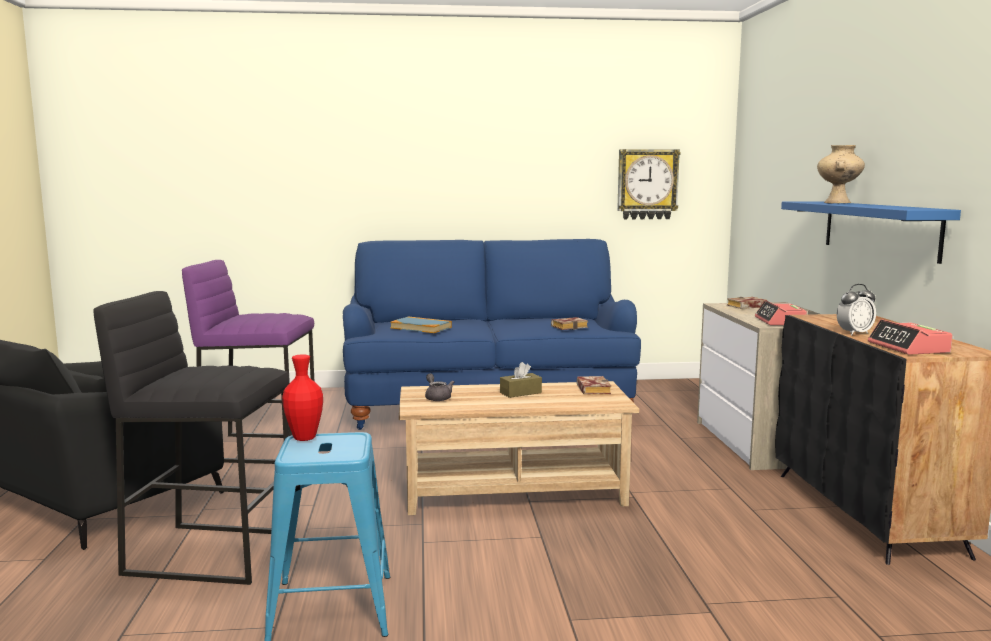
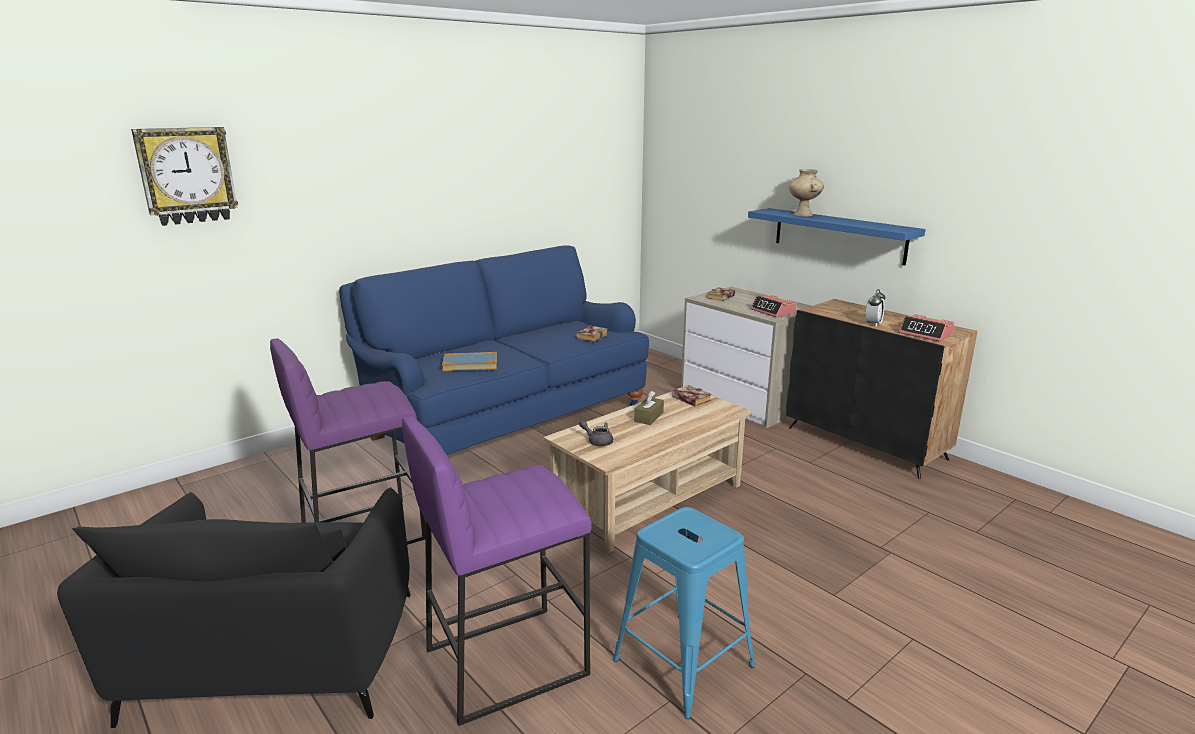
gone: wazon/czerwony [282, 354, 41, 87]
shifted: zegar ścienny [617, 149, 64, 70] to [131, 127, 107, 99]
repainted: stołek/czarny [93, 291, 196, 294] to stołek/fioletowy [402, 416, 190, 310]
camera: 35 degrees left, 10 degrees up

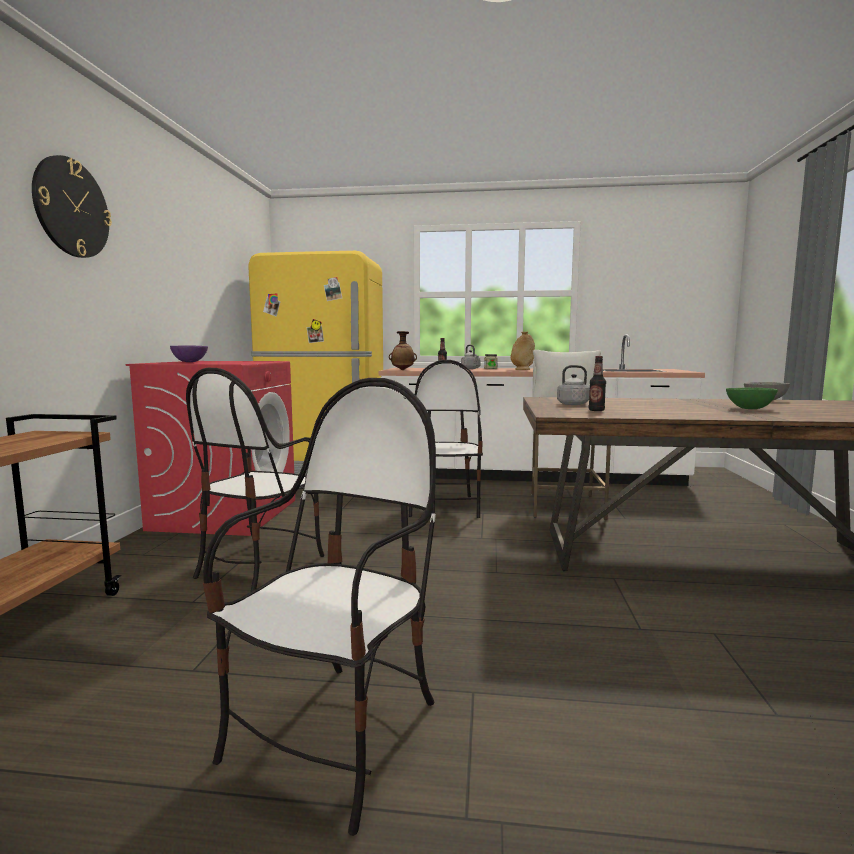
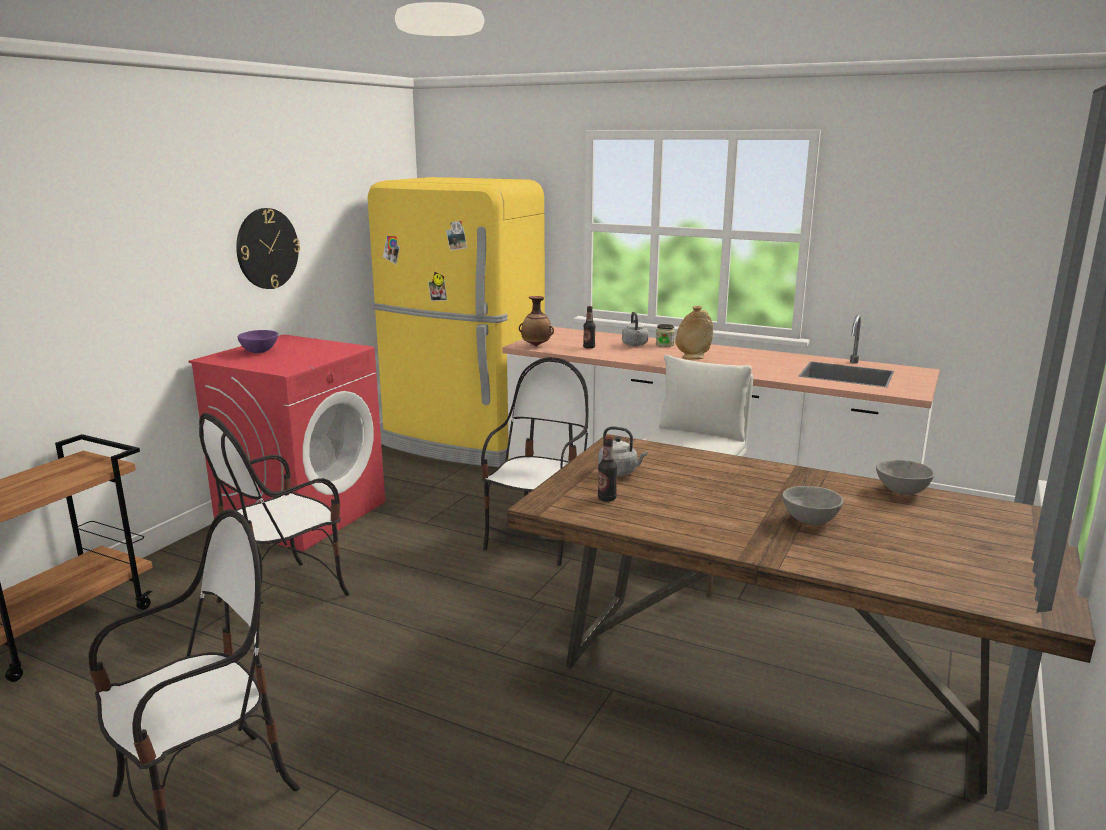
shifted: zegar ścienny [32, 155, 80, 103] to [236, 208, 64, 81]
repainted: miska/zielony [726, 387, 52, 22] to miska/szary [782, 486, 61, 39]
camera: 20 degrees right, 10 degrees up

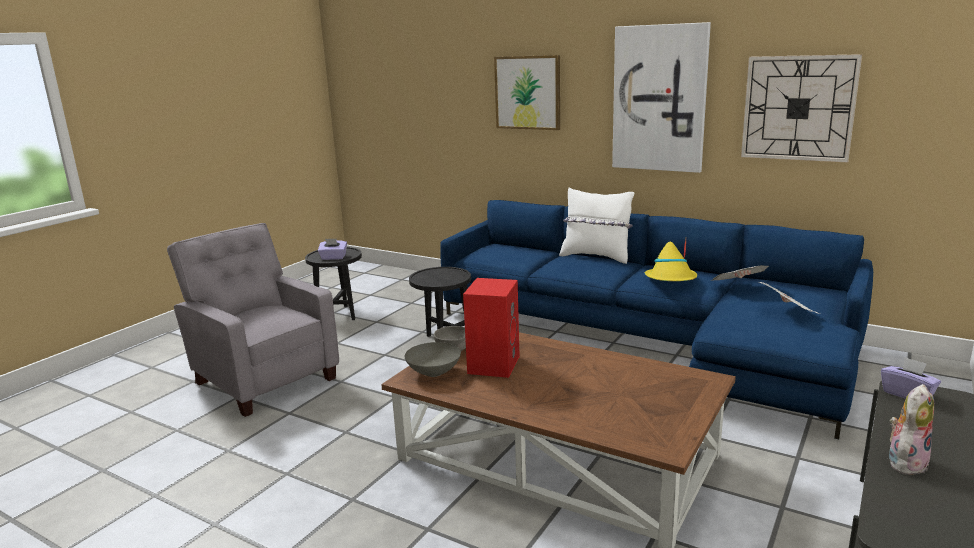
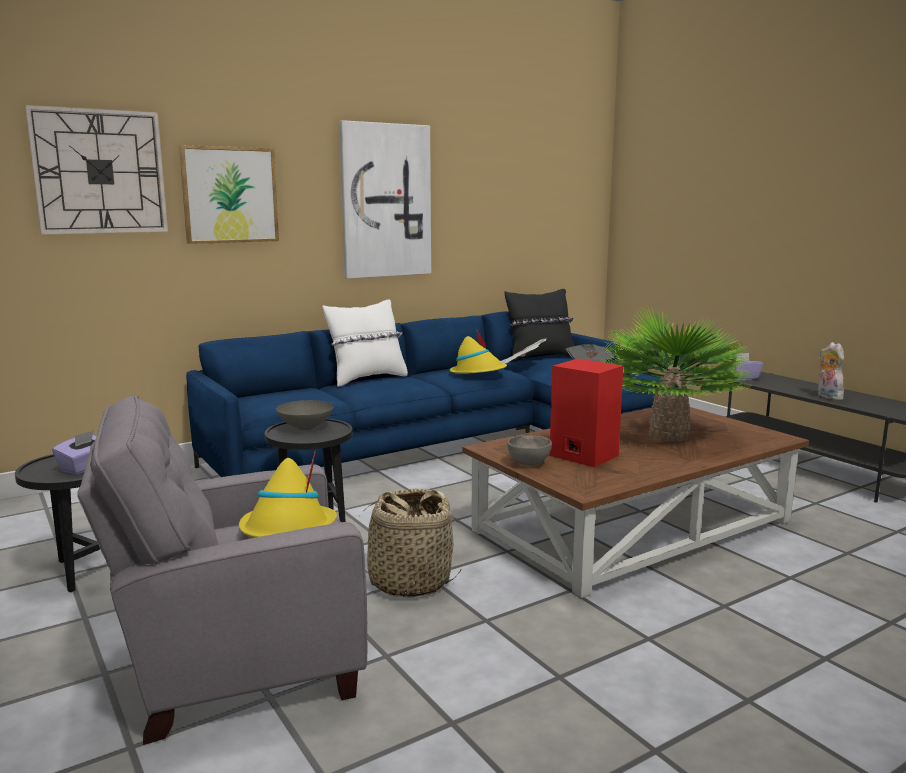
new: kapelusz/żółty [239, 451, 98, 86]; koszyk [358, 488, 105, 110]; poduszka/czarny [504, 289, 70, 73]; roślina doniczkowa [601, 306, 153, 135]
shifted: miska/szary [405, 342, 56, 35] to [276, 400, 57, 30]; zegar ścienny [741, 54, 121, 108] to [25, 105, 143, 130]
camera: 65 degrees left, 5 degrees down

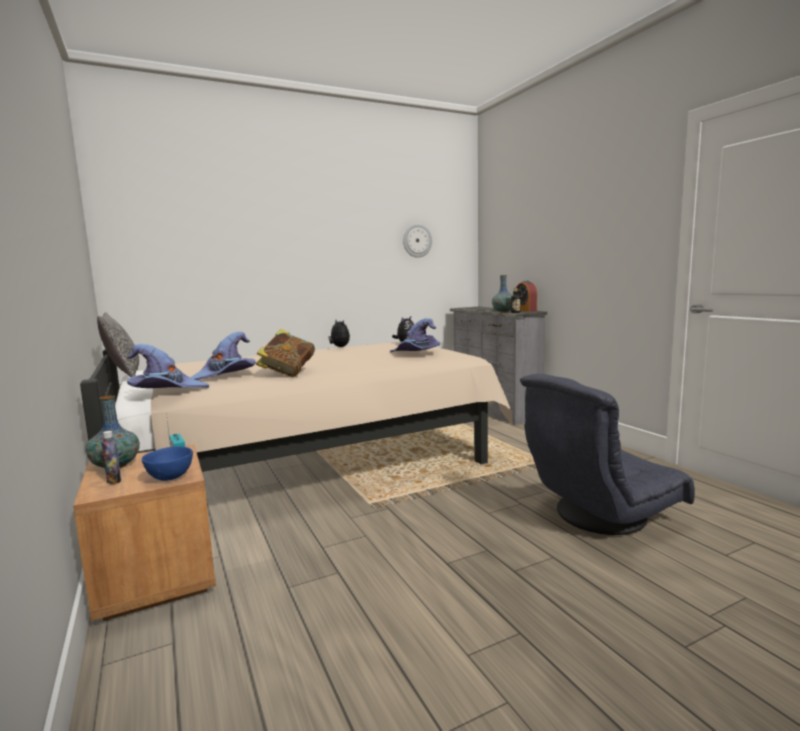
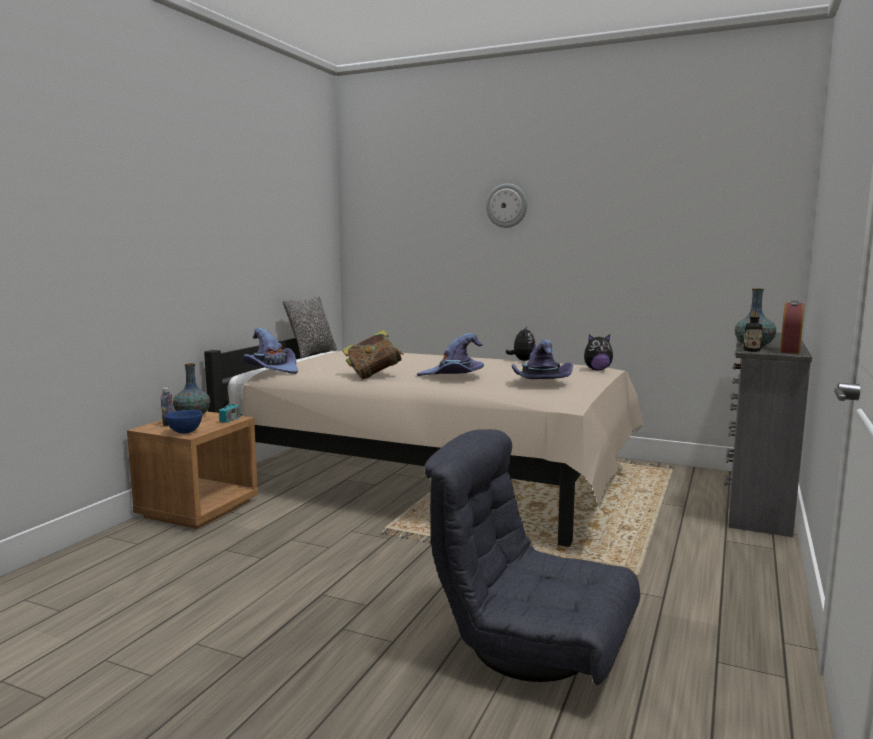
shifted: kapelusz/fioletowy [190, 332, 66, 48] to [417, 333, 67, 43]; zegar ścienny [403, 224, 29, 34] to [486, 183, 41, 45]
camera: 50 degrees right, 0 degrees up

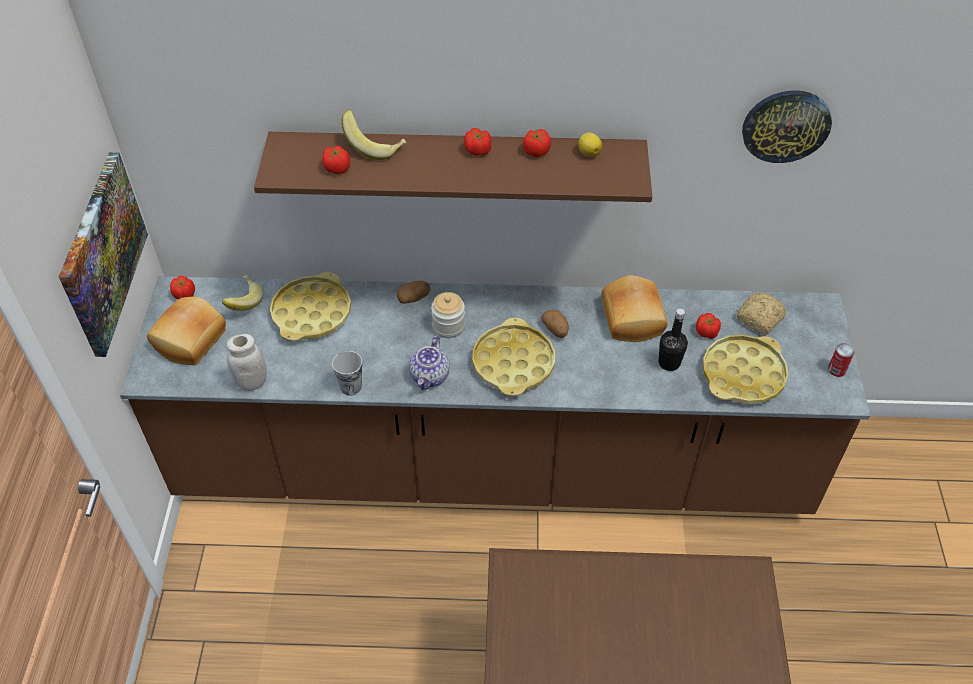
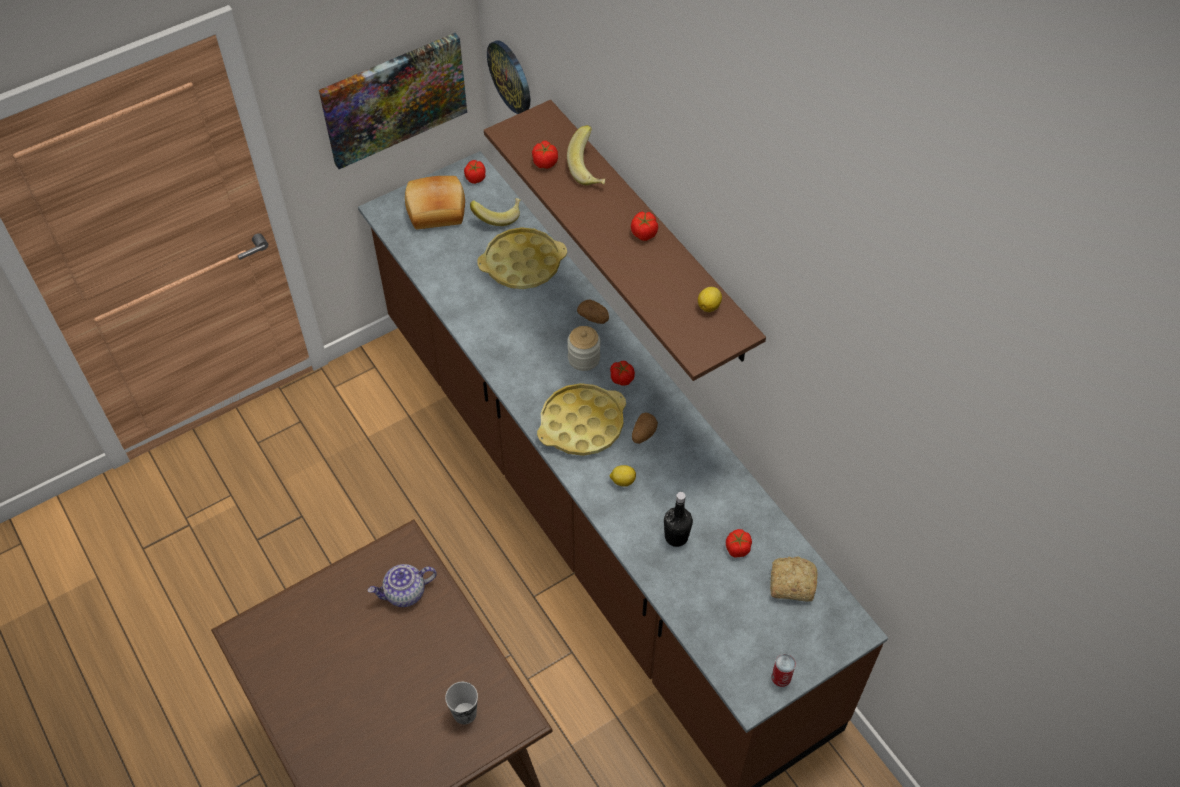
gone: słoik/biały [227, 334, 40, 57]; chleb [601, 275, 66, 67]; taca/żółty [703, 335, 85, 69]
new: cytryna [609, 465, 27, 22]
shifted: filiżanka [332, 351, 30, 45] to [445, 682, 33, 42]; imbryk [409, 336, 41, 54] to [368, 564, 69, 43]; pomidor [523, 129, 28, 28] to [610, 361, 25, 25]; zegar ścienny [742, 90, 90, 73] to [487, 40, 43, 74]
camera: 55 degrees right, 5 degrees up

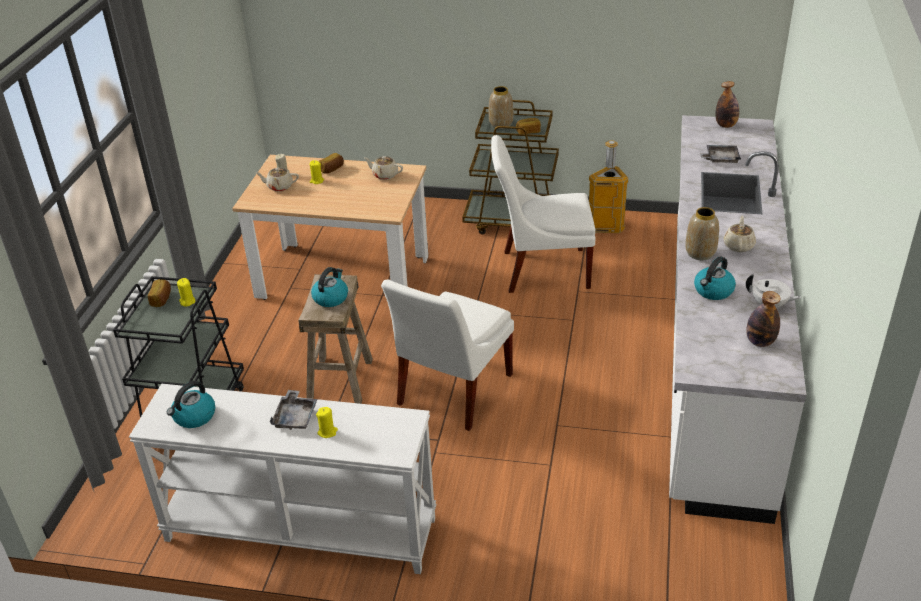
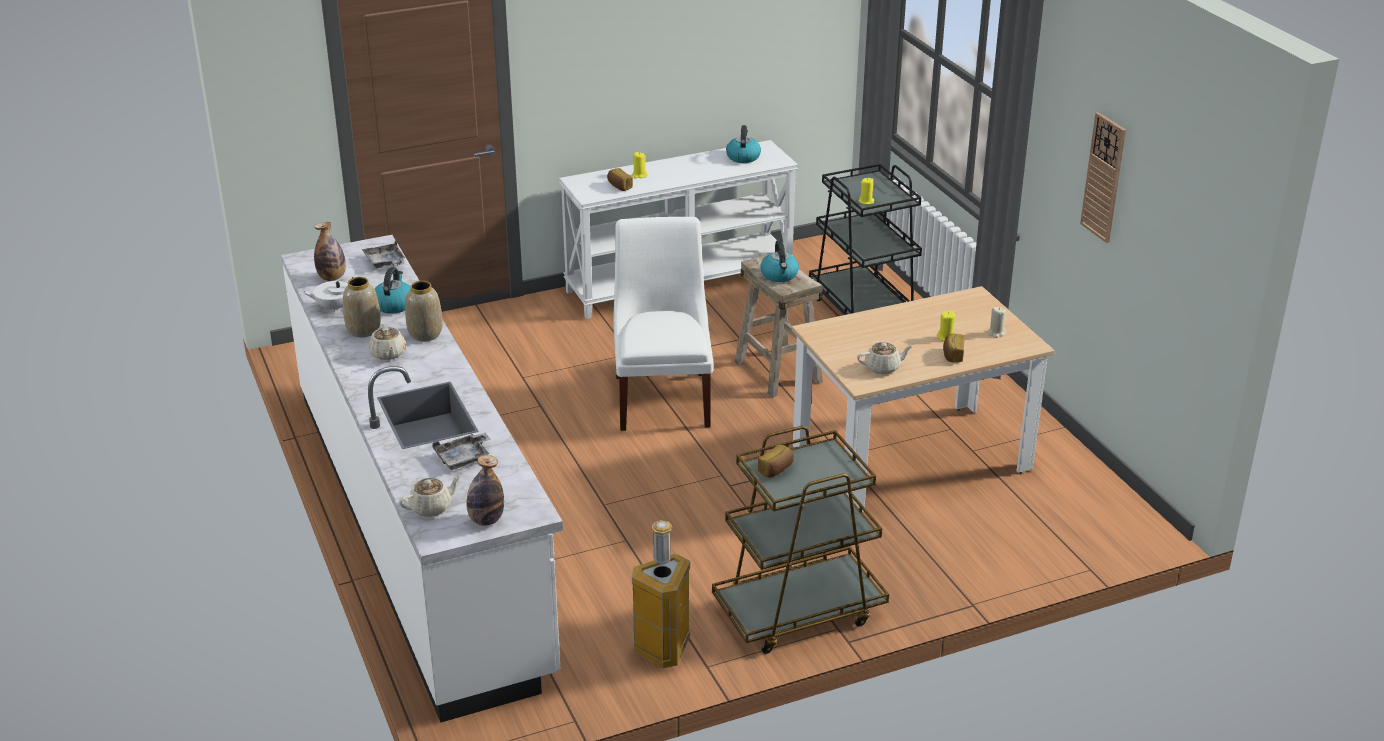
gone: krzesło/biały [491, 135, 105, 158]
new: zegar ścienny [1080, 112, 46, 131]
shifted: chleb [148, 279, 23, 28] to [607, 168, 26, 23]; imbryk/beżowy [256, 168, 43, 23] to [399, 475, 63, 42]; taca/szary [270, 390, 47, 40] to [362, 241, 43, 27]; wazon [489, 86, 24, 43] to [343, 277, 38, 60]
camera: 145 degrees right, 5 degrees down

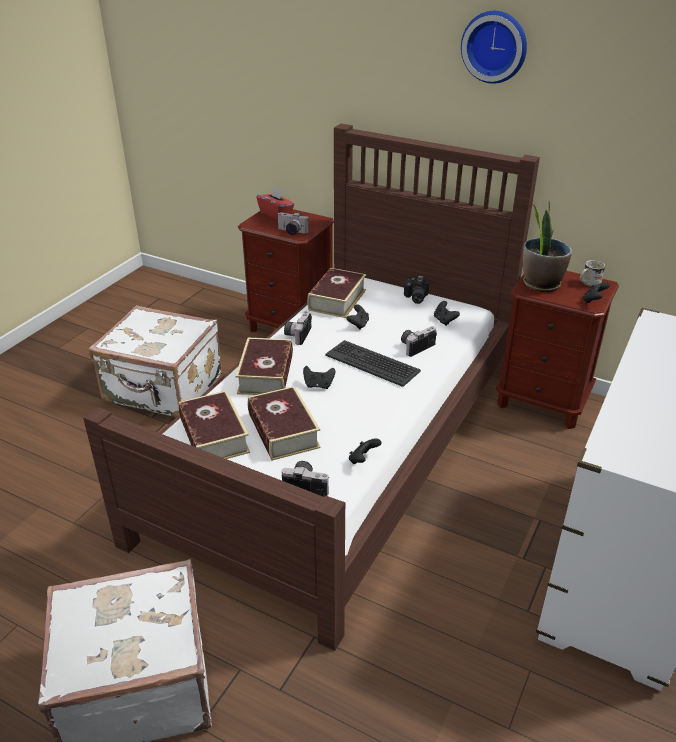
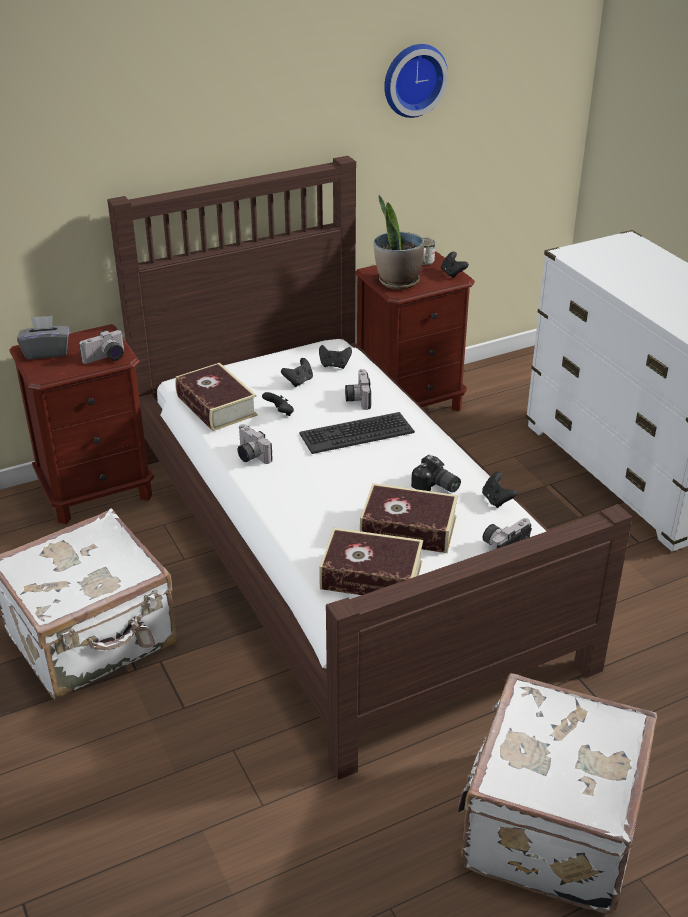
gone: książka [235, 338, 58, 57]
shifted: pad do gier/czarny [303, 366, 32, 23] to [281, 358, 32, 29]; aparat fotograficzny [404, 276, 25, 28] to [411, 455, 50, 37]; zegar ścienny [461, 11, 66, 73] to [384, 44, 64, 74]
repainted: pudełko chusteczek/czerwony [257, 186, 37, 34] to pudełko chusteczek/szary [17, 316, 52, 43]
camera: 55 degrees left, 0 degrees up

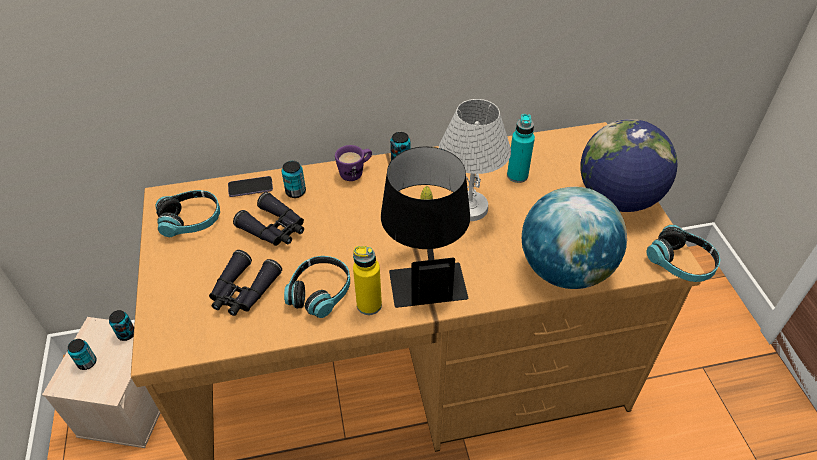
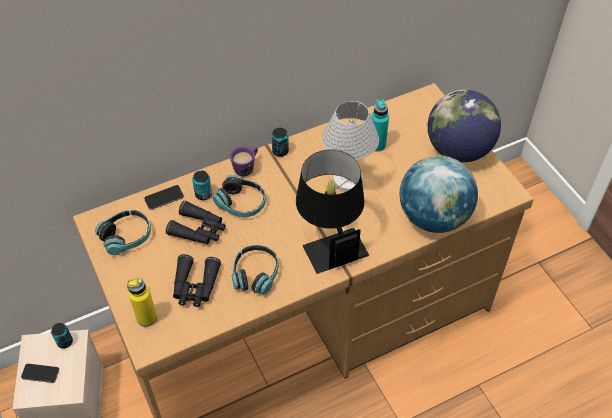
shifted: butelka/żółty [353, 246, 29, 69] to [127, 278, 30, 49]; słuchawki [647, 225, 74, 57] to [213, 175, 53, 42]
swapped: puszka [68, 339, 29, 31] to telefon [21, 363, 38, 20]
camera: 15 degrees left, 5 degrees up

